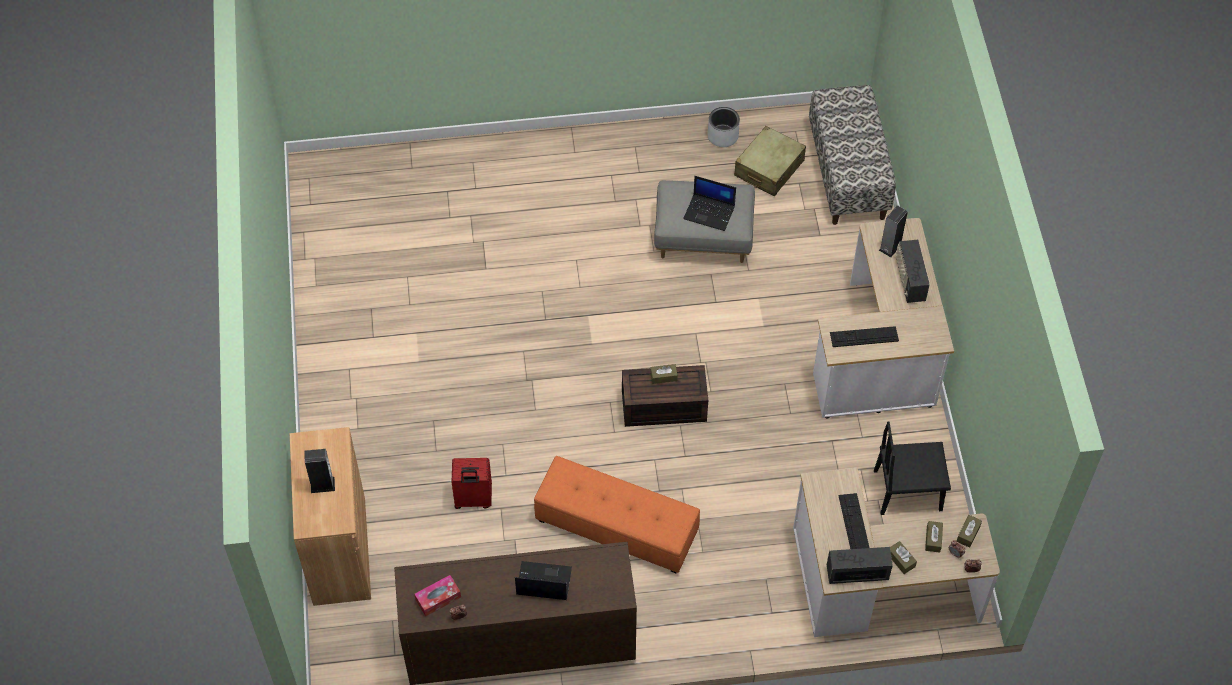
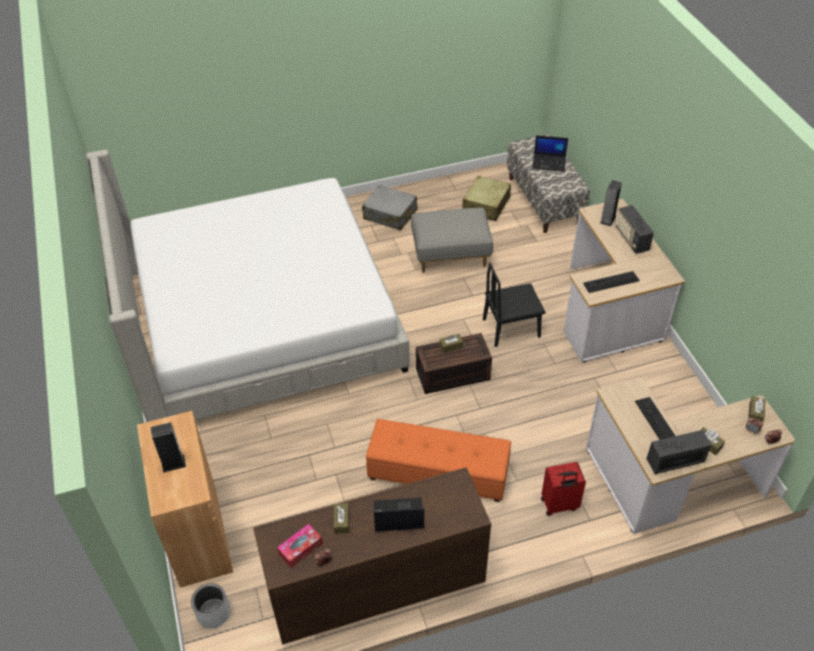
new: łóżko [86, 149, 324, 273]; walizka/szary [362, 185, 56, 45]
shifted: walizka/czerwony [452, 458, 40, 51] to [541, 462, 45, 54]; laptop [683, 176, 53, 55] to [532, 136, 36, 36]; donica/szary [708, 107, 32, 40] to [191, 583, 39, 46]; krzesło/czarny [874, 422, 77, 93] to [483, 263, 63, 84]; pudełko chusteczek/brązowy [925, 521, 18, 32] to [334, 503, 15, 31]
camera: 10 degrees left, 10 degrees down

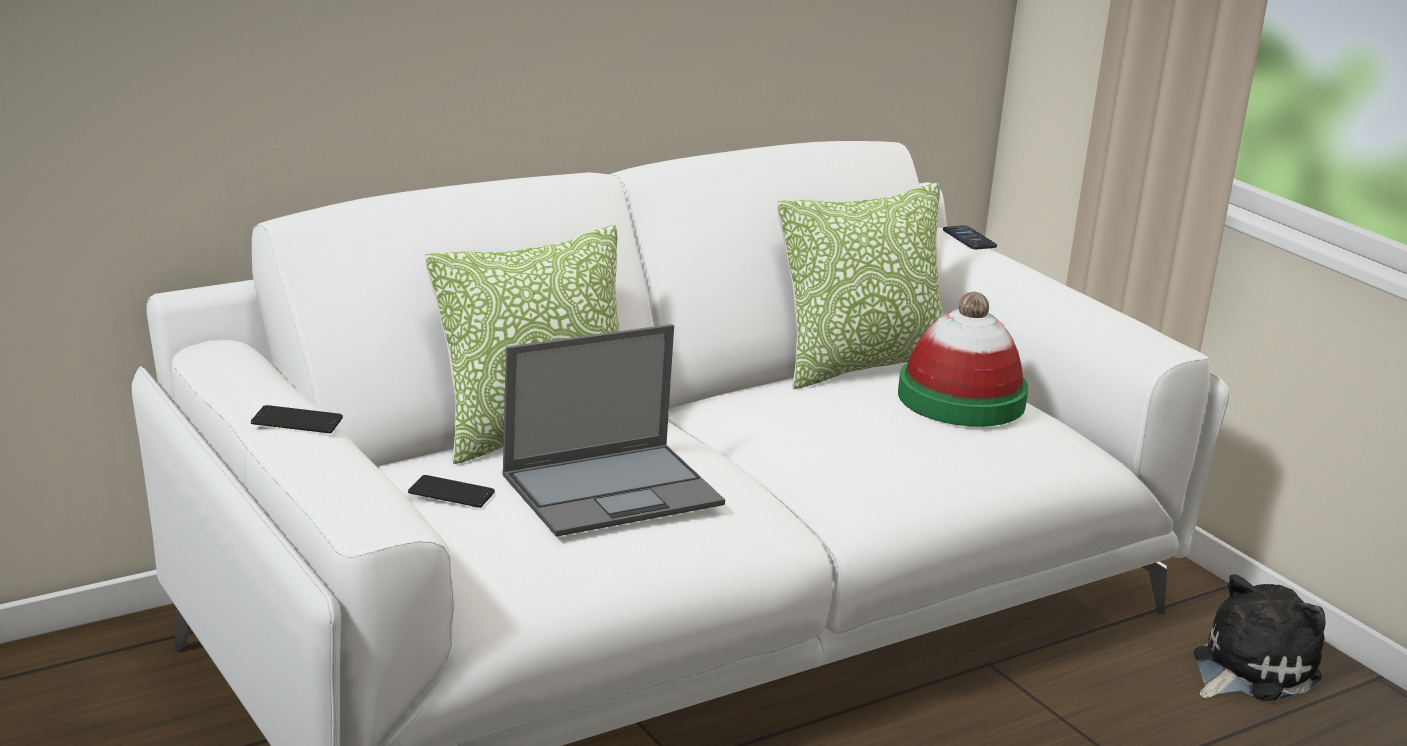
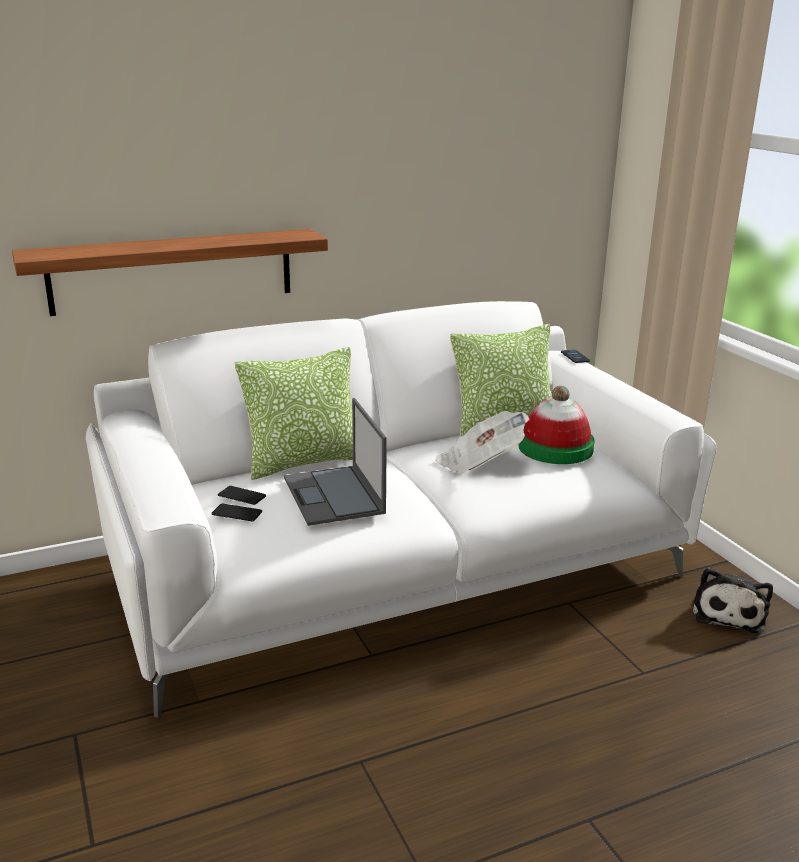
new: półka [12, 229, 316, 87]; gazeta [435, 411, 95, 64]
shifted: telefon [251, 405, 92, 28] to [211, 504, 51, 17]
rotated: laptop [502, 324, 223, 213] = [284, 398, 103, 128] 90 degrees clockwise; pluszak [1194, 574, 132, 127] = [693, 567, 80, 66] 135 degrees clockwise
camera: 10 degrees right, 0 degrees up

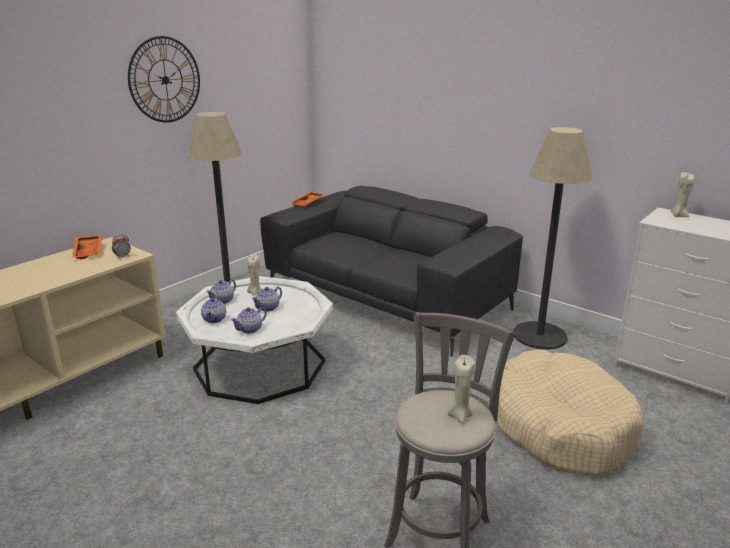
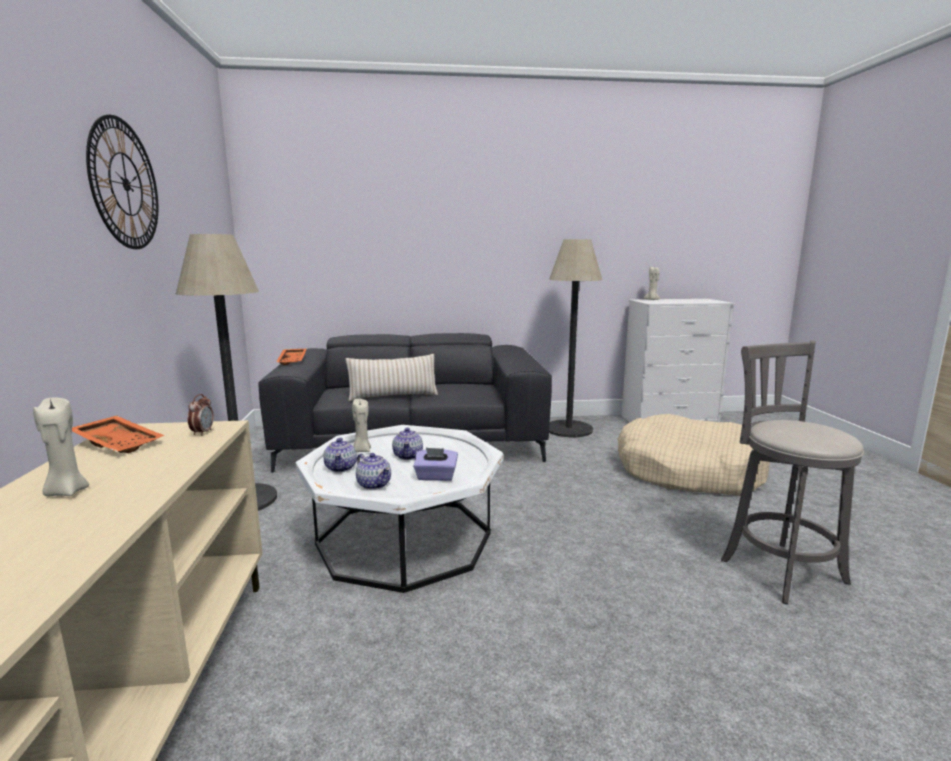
new: poduszka/beżowy [345, 354, 93, 47]
shifted: świeca/beżowy [447, 355, 28, 68] to [33, 397, 56, 99]
swapped: imbryk [231, 307, 36, 27] to pudełko chusteczek/fioletowy [413, 448, 45, 33]
camera: 45 degrees left, 10 degrees down

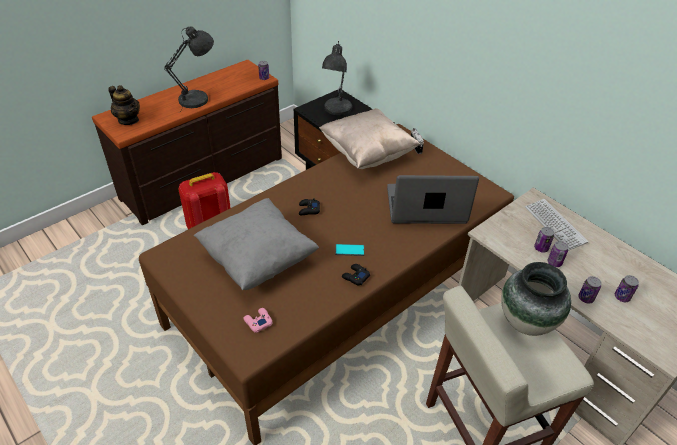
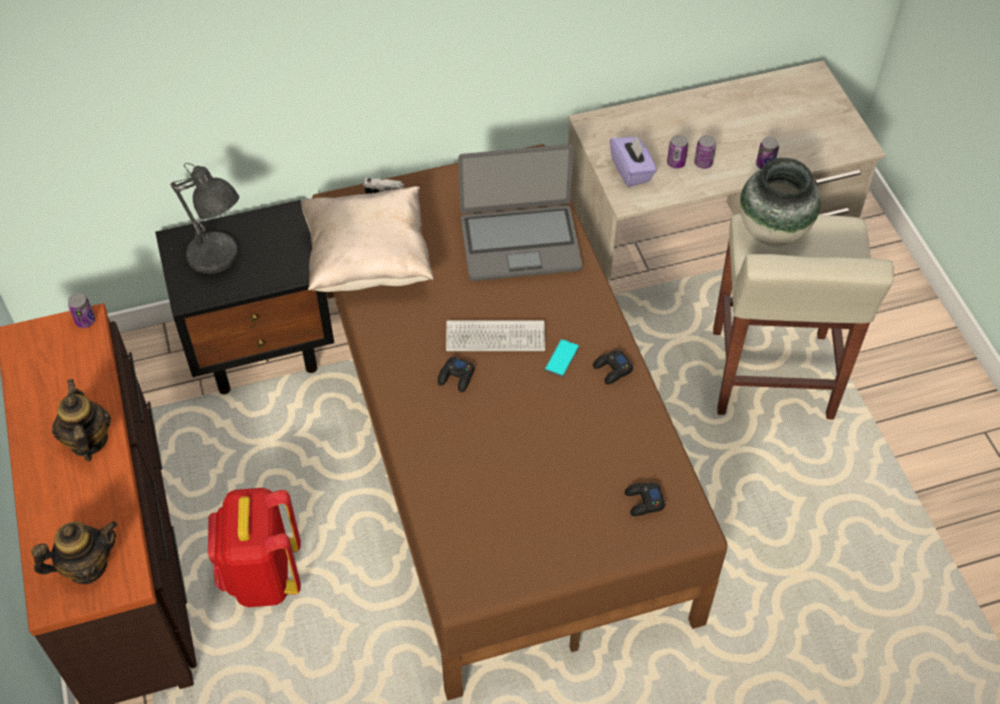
gone: poduszka/szary [194, 198, 125, 92]; puszka [615, 275, 24, 27]
new: pudełko chusteczek/fioletowy [610, 134, 47, 53]
shifted: klawiatura [525, 199, 63, 52] to [446, 320, 99, 31]
swapped: lampa stołowa/szary [164, 26, 50, 86] to imbryk [52, 379, 59, 83]
repainted: pad do gier/różowy [243, 308, 29, 25] to pad do gier/czarny [625, 482, 40, 34]
rotated: laptop [387, 175, 92, 49] = [458, 144, 124, 137] 120 degrees counterclockwise
camera: 65 degrees left, 10 degrees up

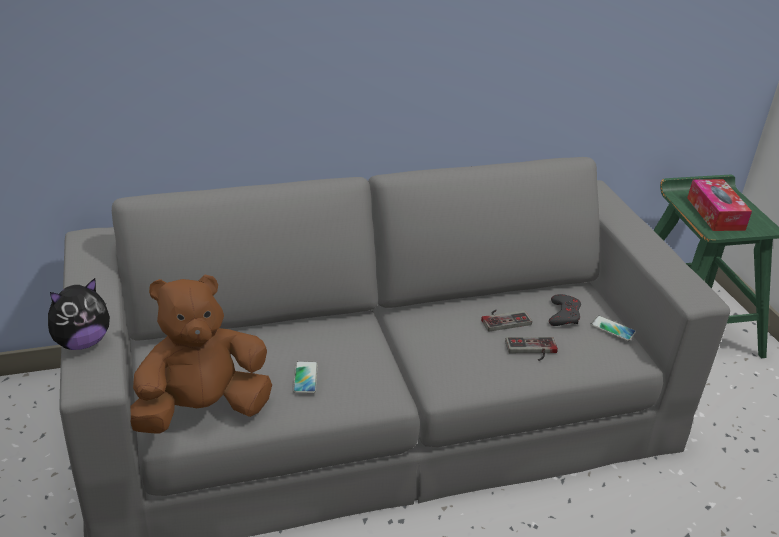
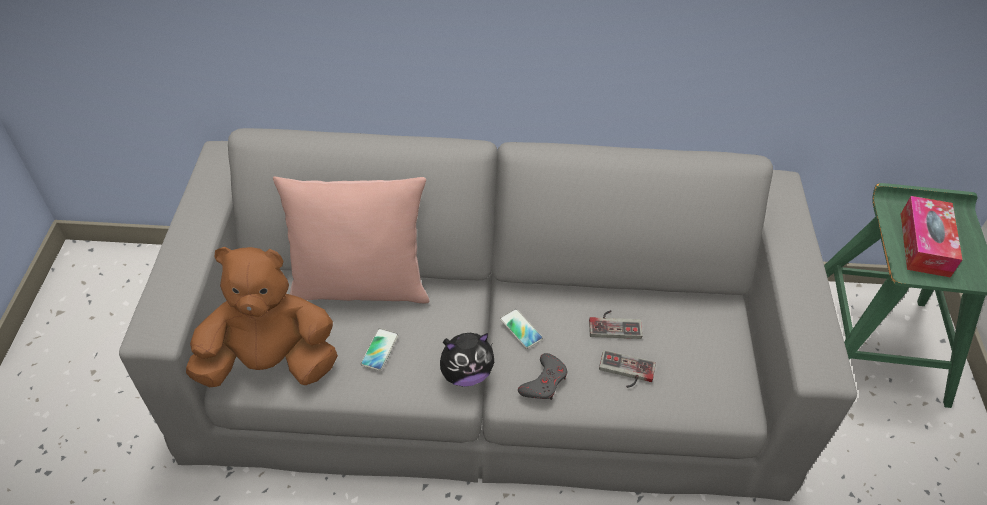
new: poduszka/różowy [273, 176, 157, 127]
shifted: pluszak [48, 278, 62, 72] to [440, 333, 54, 54]; pad do gier/szary [549, 294, 32, 32] to [518, 353, 50, 47]; telefon [590, 315, 46, 26] to [500, 309, 43, 40]
camera: 20 degrees right, 15 degrees up

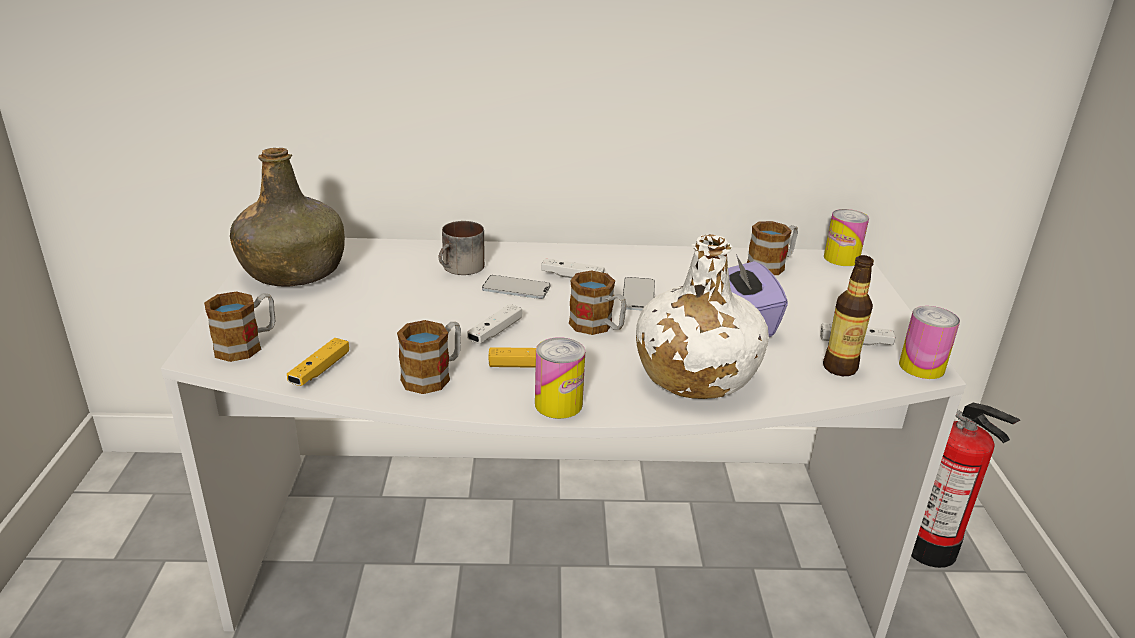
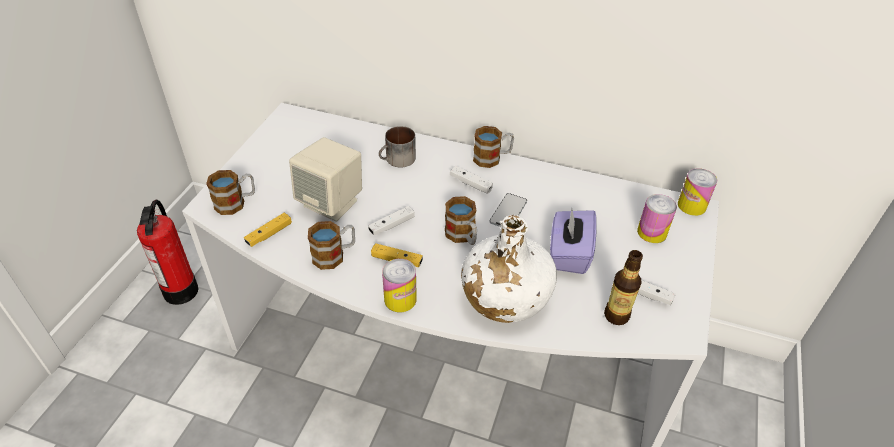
gone: butelka/zielony [230, 148, 115, 139]; telefon [482, 275, 68, 24]
new: głośnik/beżowy [289, 137, 73, 85]
shifted: kubek [747, 221, 51, 54] to [473, 126, 41, 42]; puszka [899, 306, 61, 73] to [637, 194, 40, 49]; gaśnica [911, 403, 109, 165] to [137, 199, 61, 106]
camera: 20 degrees right, 15 degrees up

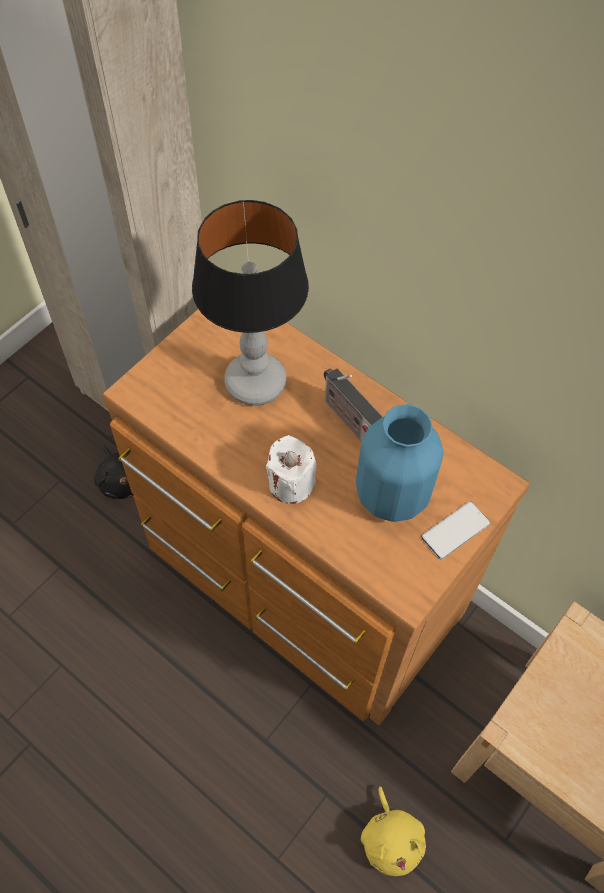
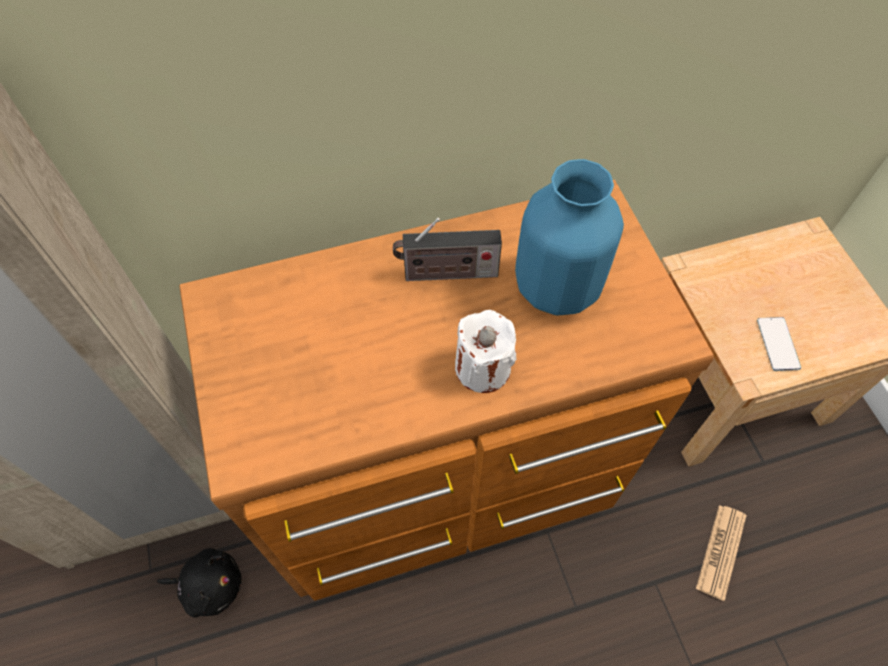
gone: lampa stołowa [192, 200, 117, 206]
shifted: telefon [421, 501, 70, 58] to [757, 317, 44, 54]
swapped: pluszak/żółty [361, 786, 65, 90] to gazeta [696, 505, 51, 96]
camera: 55 degrees left, 0 degrees up

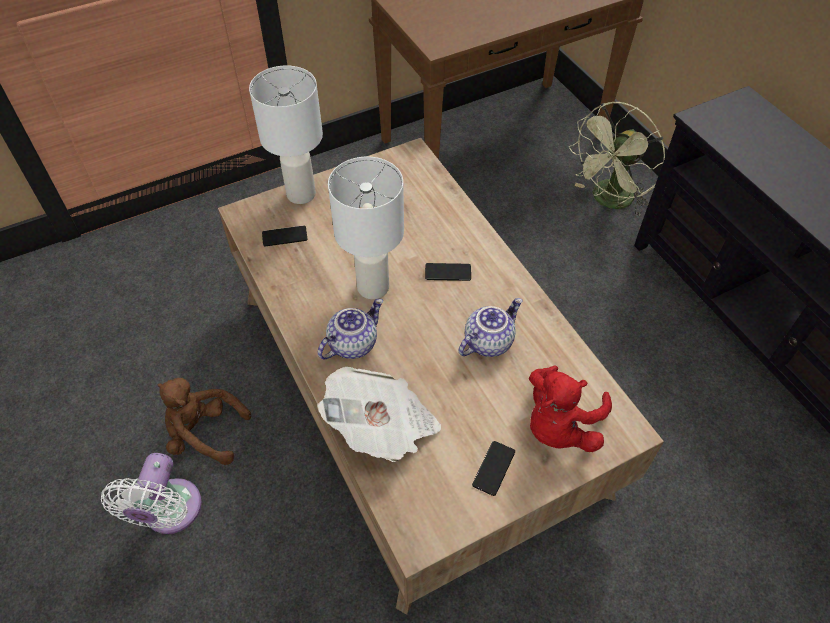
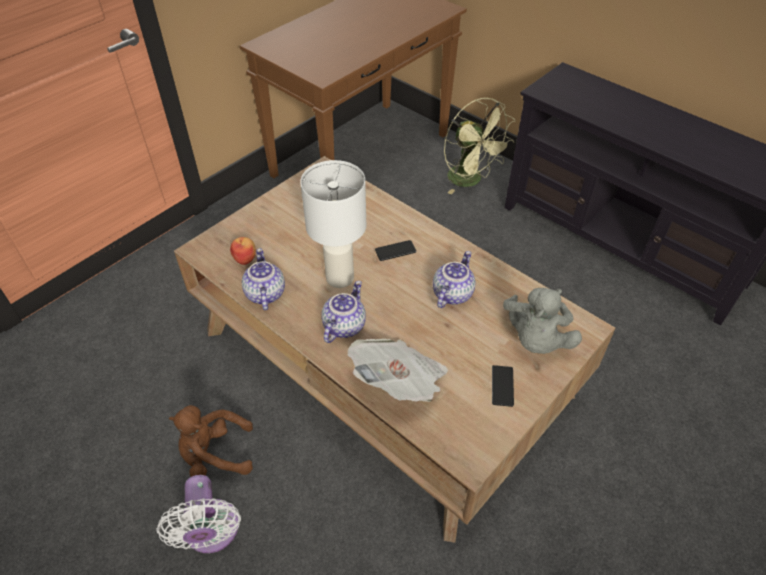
gone: lampa stołowa/biały [249, 65, 74, 139]
new: imbryk [242, 248, 43, 62]
swapped: telefon [262, 225, 45, 21] to jabłko [230, 237, 26, 28]
repainted: pluszak/czerwony [529, 365, 83, 87] to pluszak/szary [503, 288, 79, 66]
rotated: wentylator/zielony [569, 102, 96, 114] = [444, 98, 71, 96] 60 degrees counterclockwise
camera: 20 degrees left, 5 degrees down

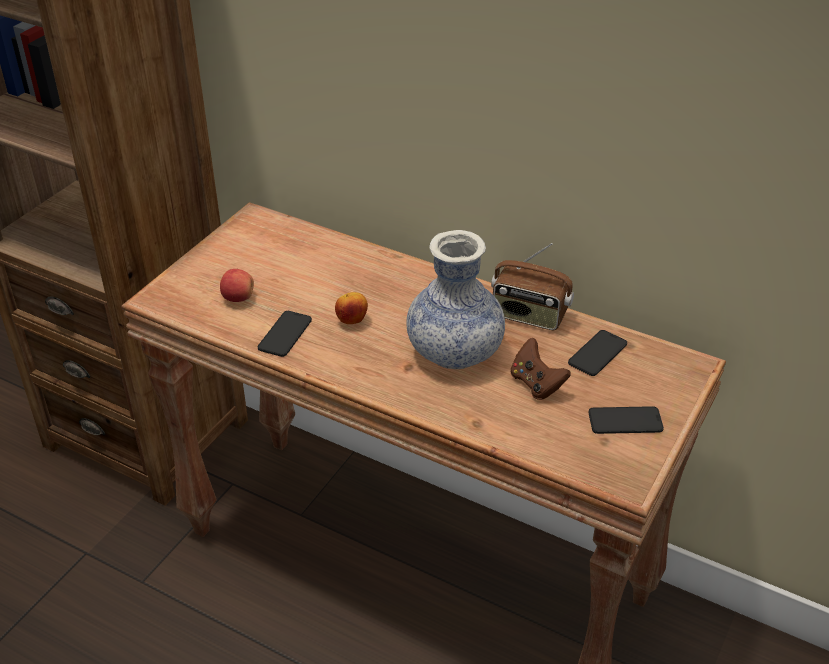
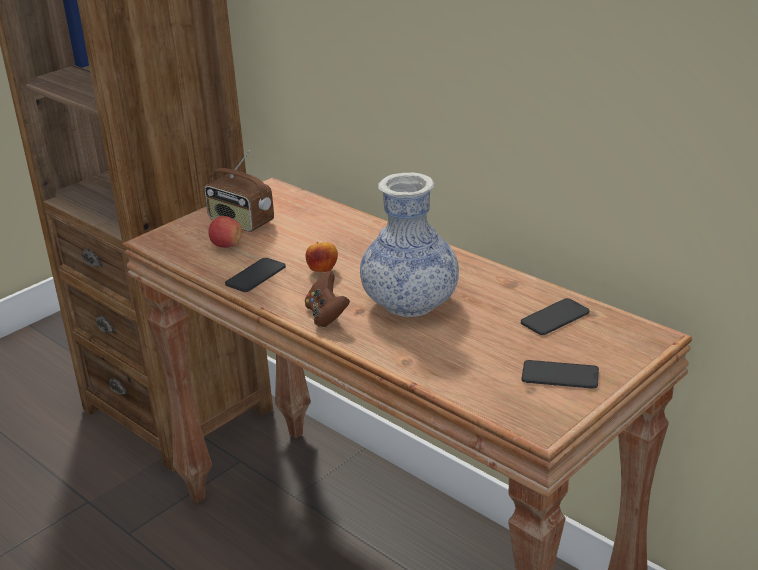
shifted: radio [491, 243, 83, 87] to [204, 151, 70, 81]; pad do gier/brązowy [511, 338, 59, 62] to [305, 271, 45, 56]
camera: 15 degrees right, 10 degrees down

